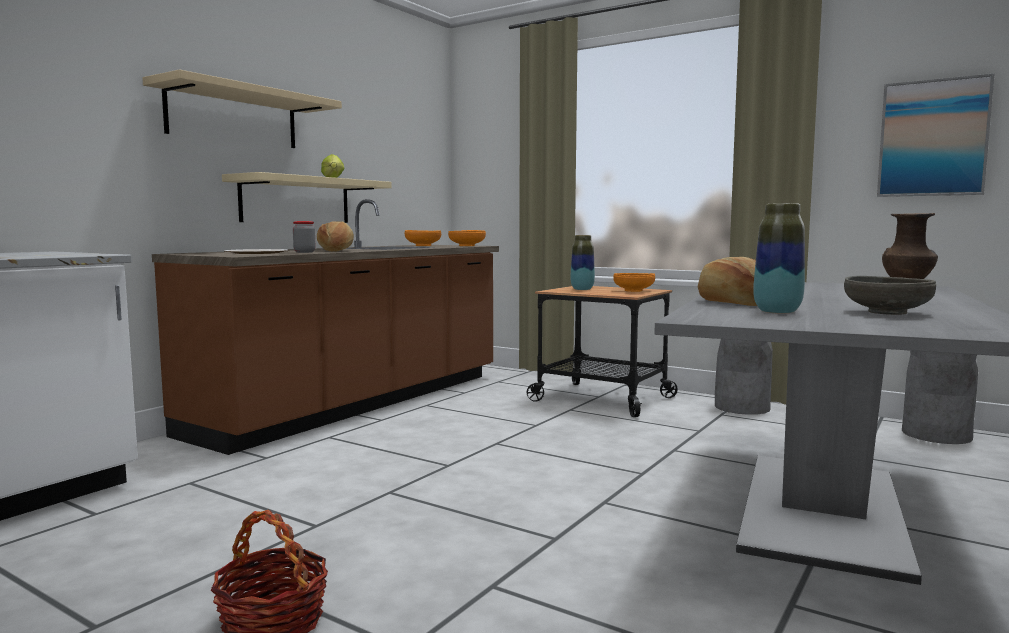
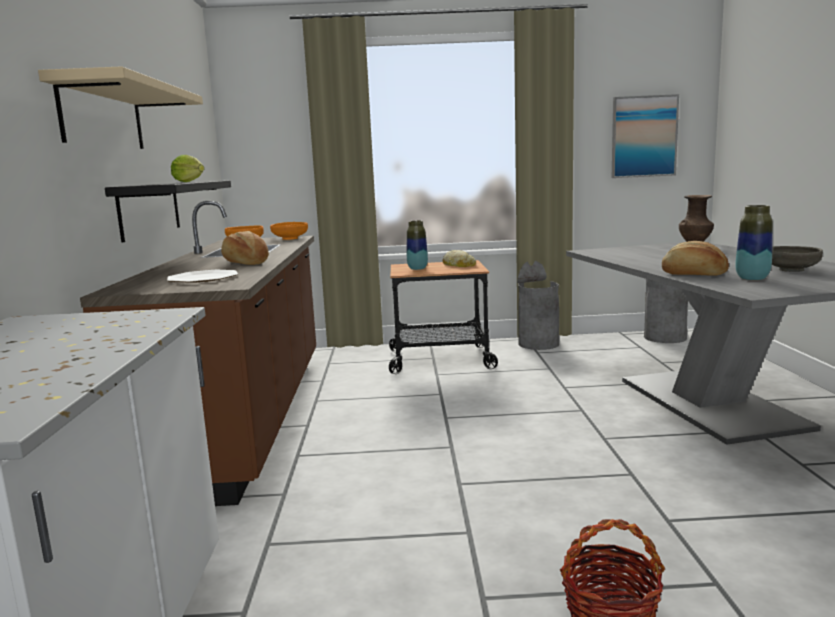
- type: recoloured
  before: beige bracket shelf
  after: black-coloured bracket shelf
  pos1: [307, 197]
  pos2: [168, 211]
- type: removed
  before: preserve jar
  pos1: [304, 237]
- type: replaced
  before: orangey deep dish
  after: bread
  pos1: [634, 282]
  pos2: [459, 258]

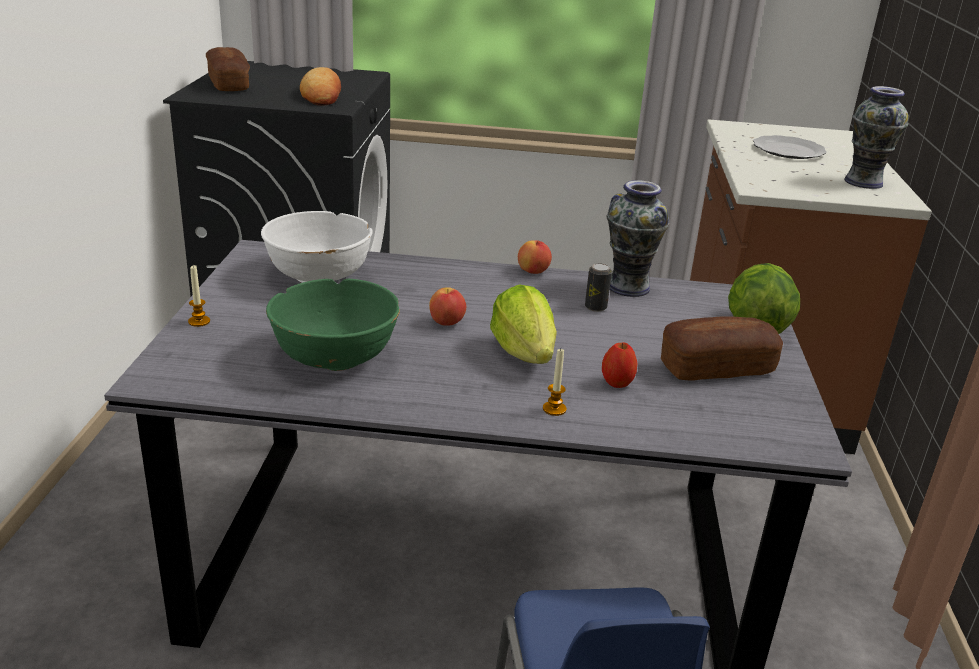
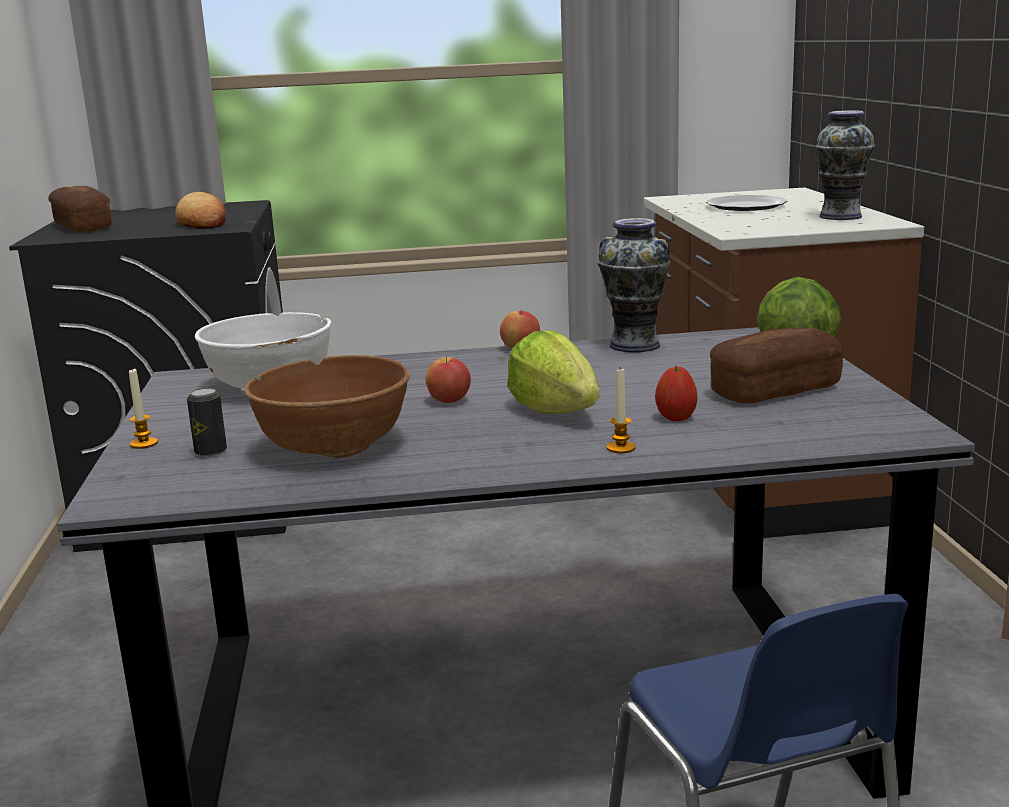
- type: recoloured
  before: green-coloured deep dish
  after: brownish deep dish
  pos1: [333, 325]
  pos2: [327, 406]
- type: moved
  before: sealed can
  pos1: [598, 287]
  pos2: [207, 422]

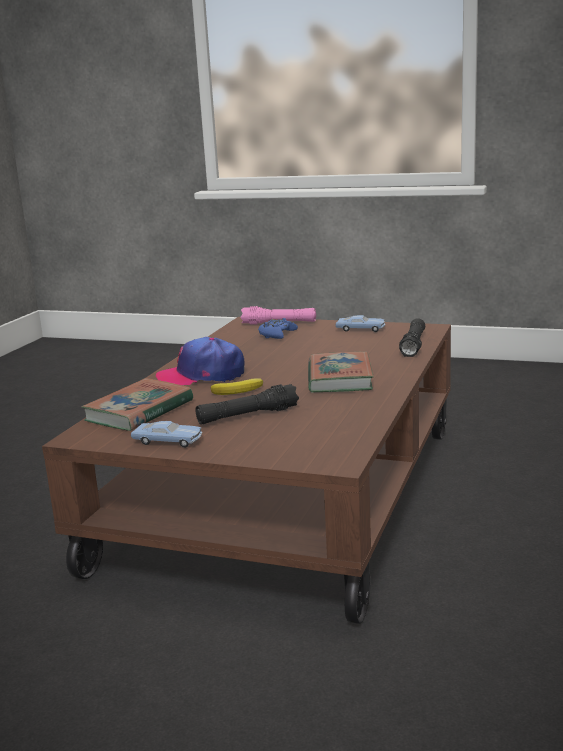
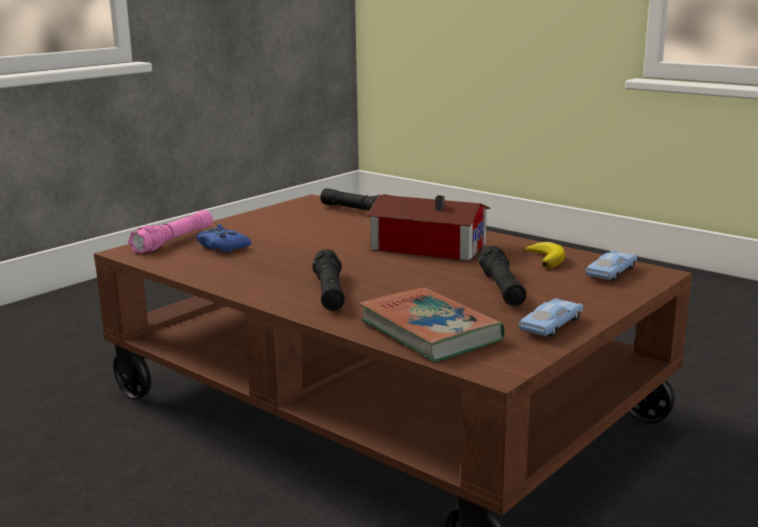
- type: replaced
  before: cap
  after: black-coloured torch
  pos1: [200, 361]
  pos2: [328, 280]
- type: moved
  before: banana
  pos1: [236, 386]
  pos2: [544, 255]
- type: replaced
  before: volume
  after: model house
  pos1: [341, 372]
  pos2: [428, 228]
- type: moved
  before: blue toy car
  pos1: [360, 323]
  pos2: [611, 266]

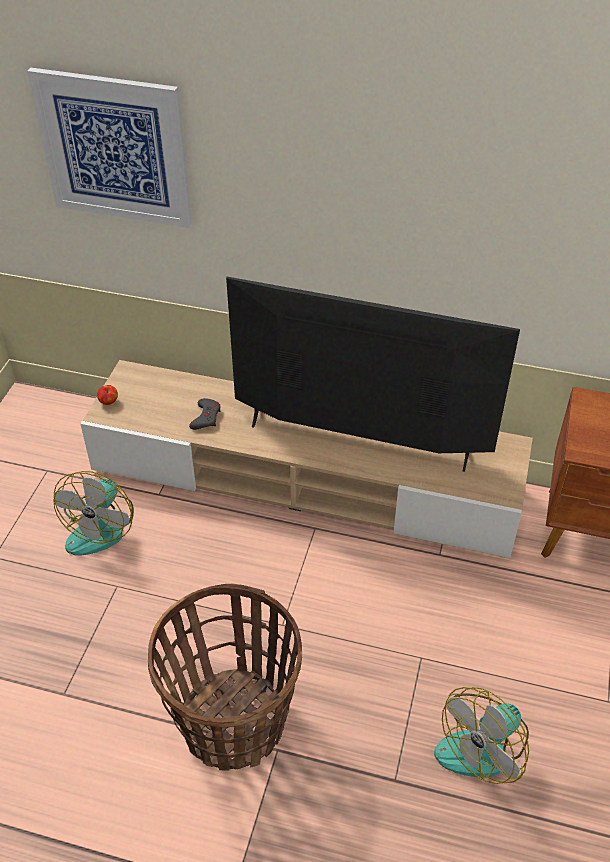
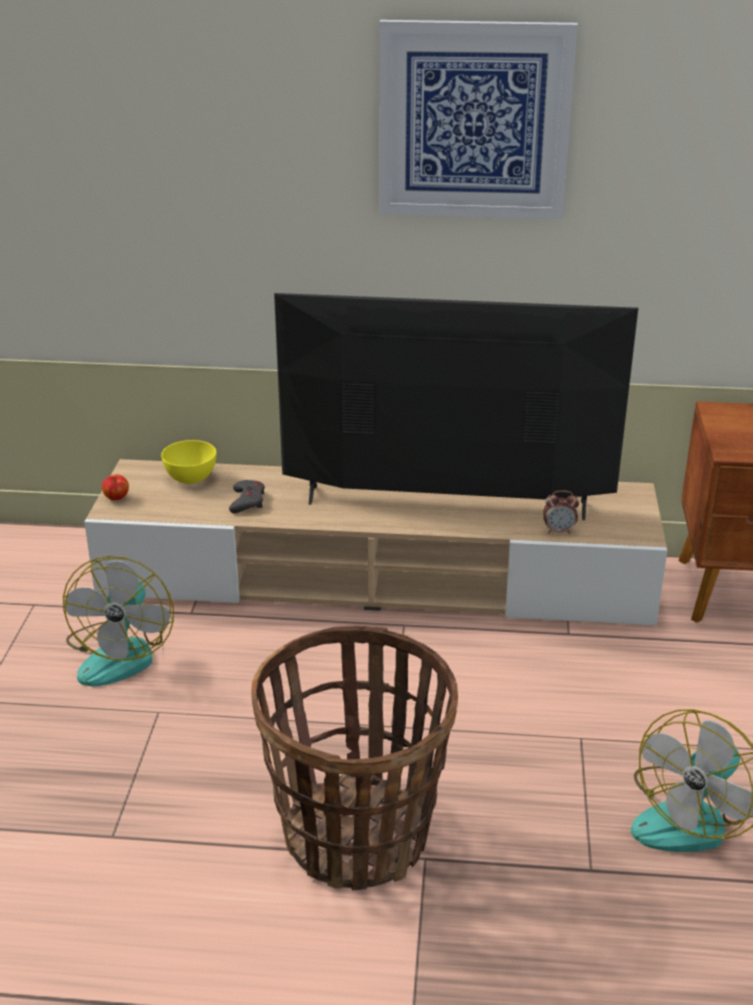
- type: moved
  before: picture
  pos1: [109, 148]
  pos2: [478, 119]
- type: added
  after: yellow-coloured deep dish
  pos2: [188, 462]
- type: added
  after: alarm clock
  pos2: [561, 512]

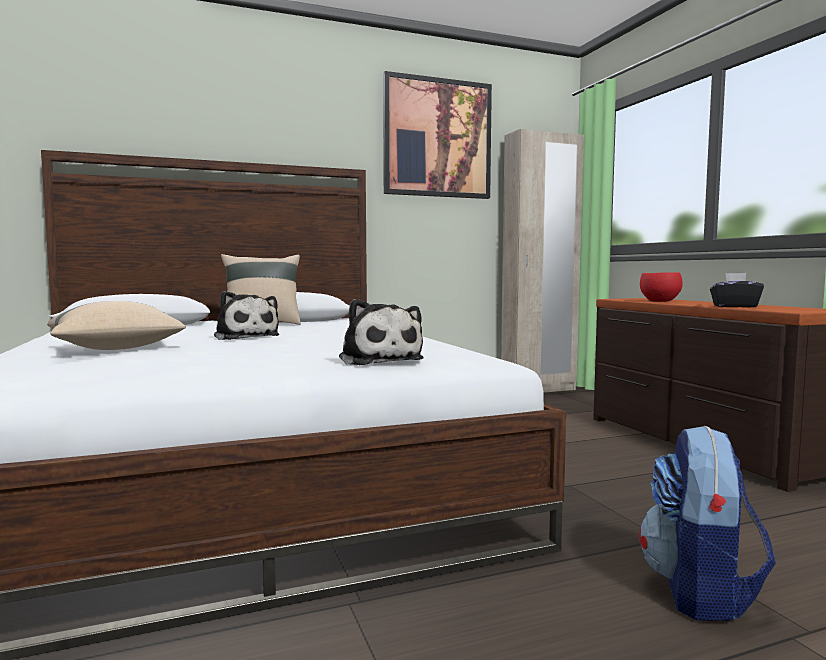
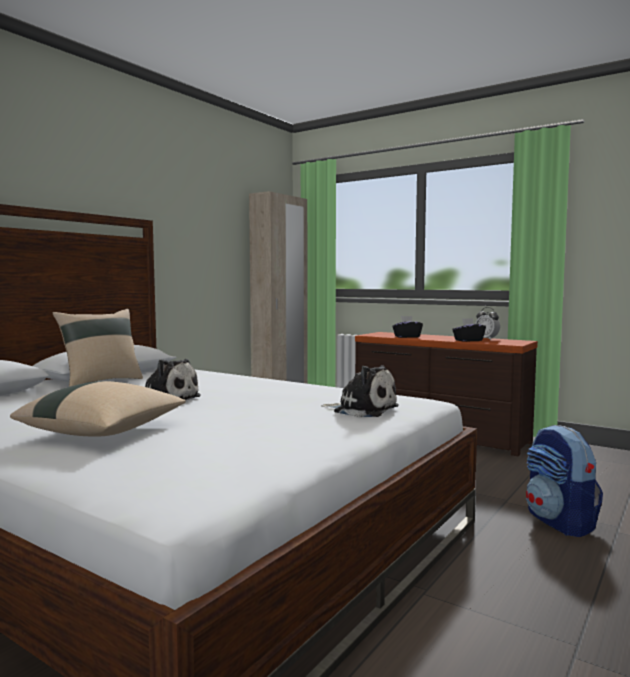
- type: removed
  before: picture
  pos1: [437, 135]
- type: replaced
  before: red deep dish
  after: black-coloured box of tissues
  pos1: [661, 287]
  pos2: [407, 327]
- type: added
  after: alarm clock
  pos2: [487, 323]

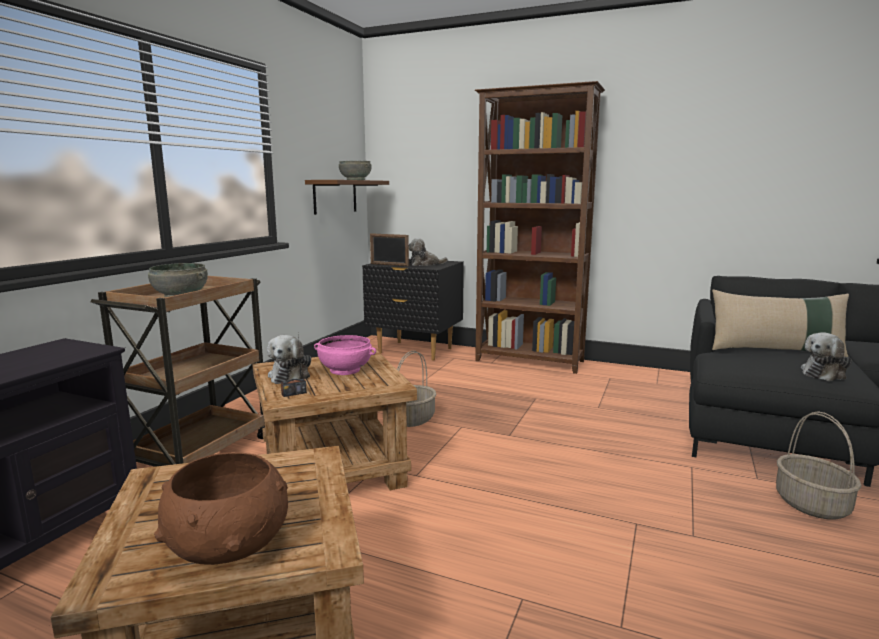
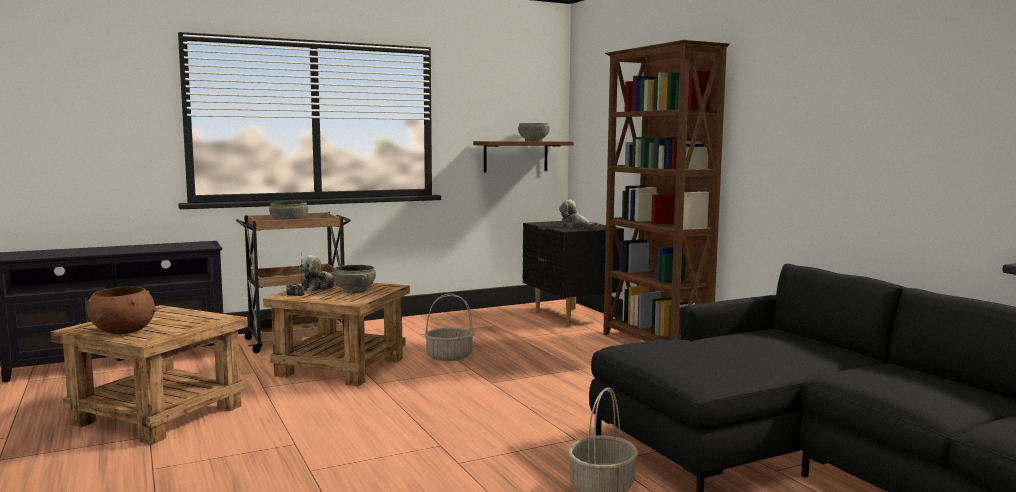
- type: recoloured
  before: pink-coloured deep dish
  after: gray deep dish
  pos1: [345, 355]
  pos2: [354, 279]
- type: removed
  before: picture frame
  pos1: [389, 249]
- type: removed
  before: beige pillow
  pos1: [780, 323]
- type: removed
  before: soft toy
  pos1: [826, 356]

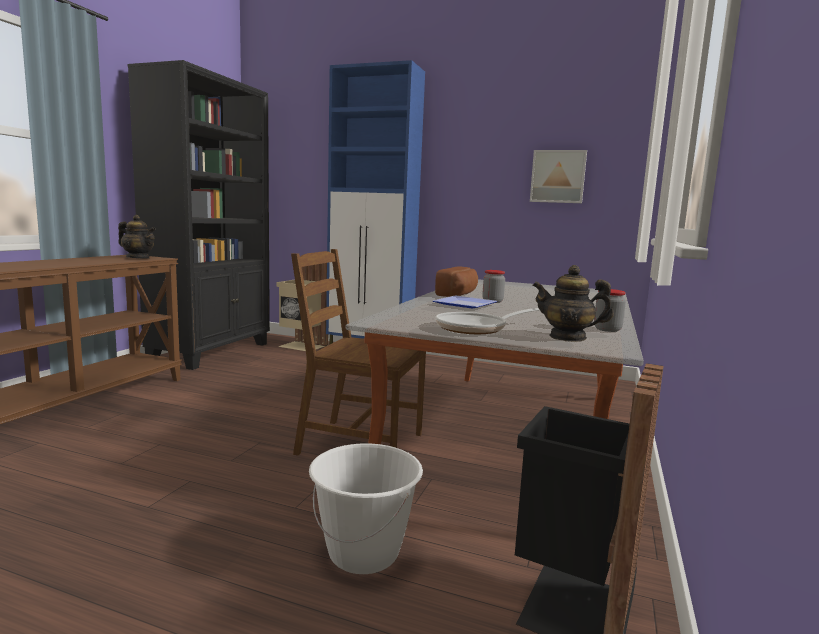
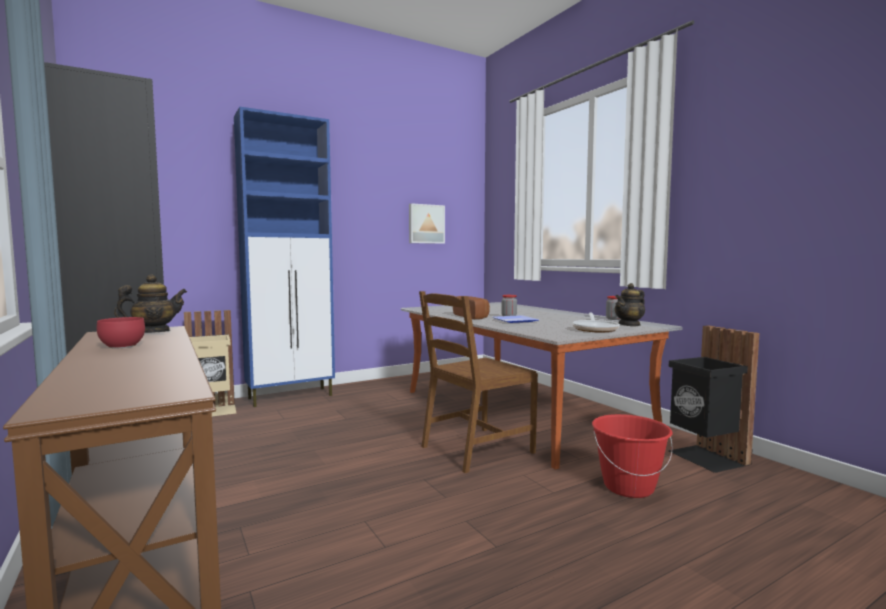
- type: recoloured
  before: whitish water bucket
  after: red water bucket
  pos1: [366, 509]
  pos2: [632, 456]
- type: added
  after: red deep dish
  pos2: [121, 332]

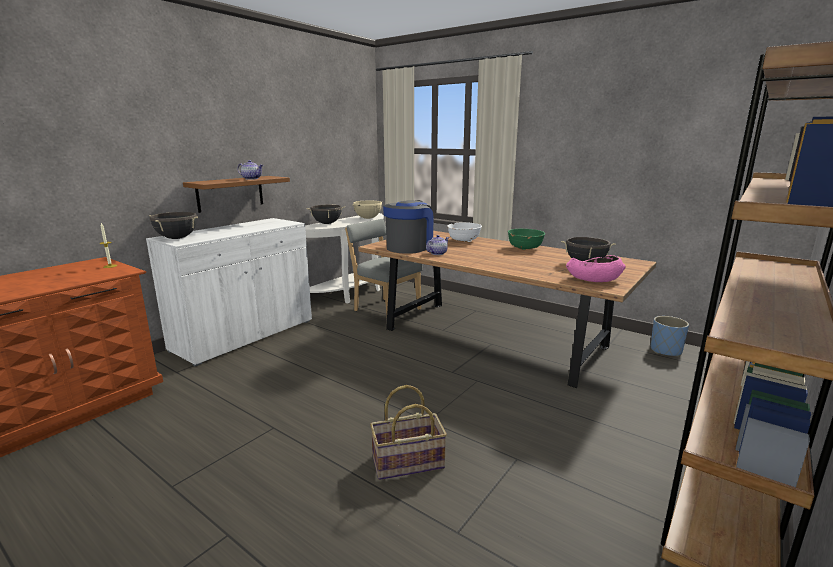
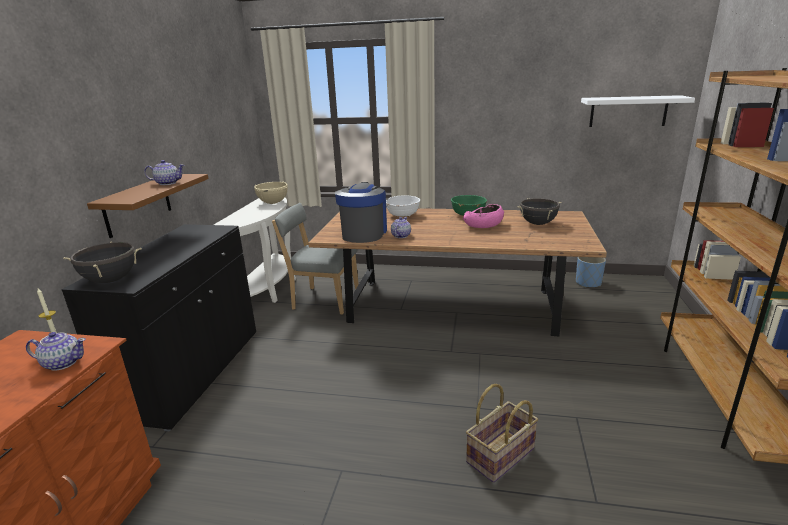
- type: recoloured
  before: whitish cupboard
  after: black-coloured cupboard
  pos1: [229, 292]
  pos2: [158, 328]
- type: removed
  before: black-coloured stockpot
  pos1: [326, 214]
- type: moved
  before: pink-coloured deep dish
  pos1: [596, 268]
  pos2: [483, 216]
- type: added
  after: tea pot
  pos2: [56, 351]
- type: added
  after: whitish bracket shelf
  pos2: [638, 111]

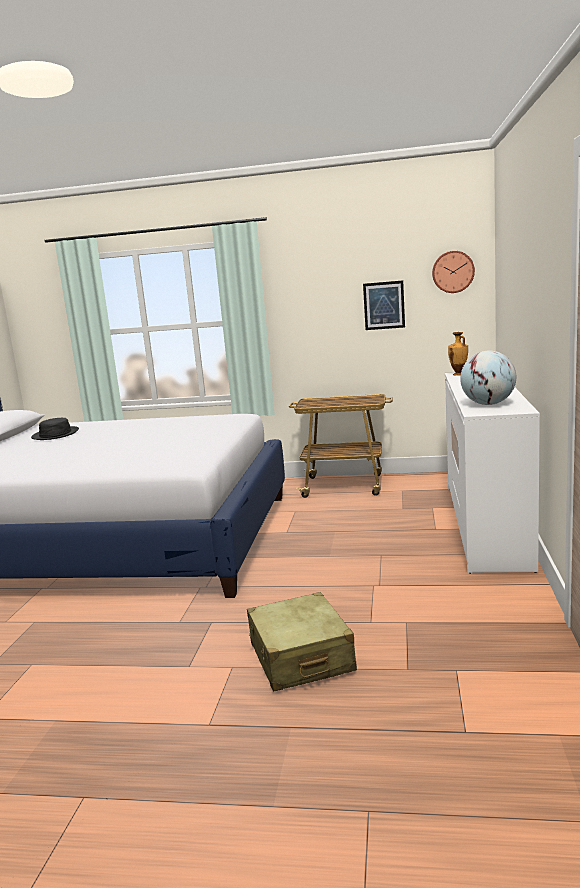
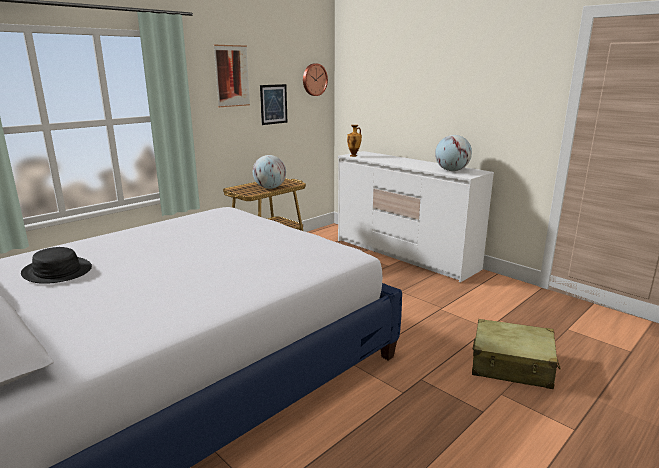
- type: added
  after: picture
  pos2: [231, 76]
- type: added
  after: world globe
  pos2: [269, 172]

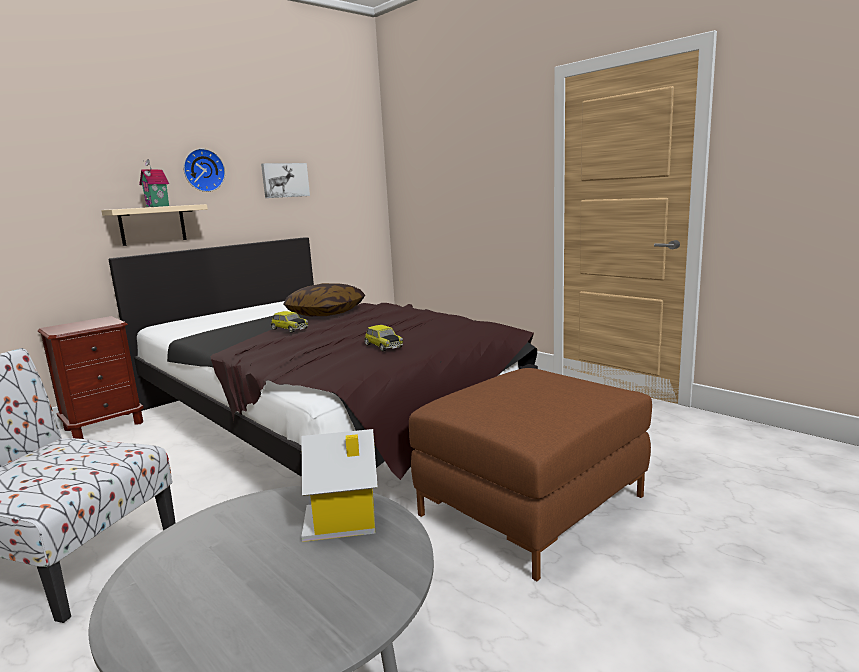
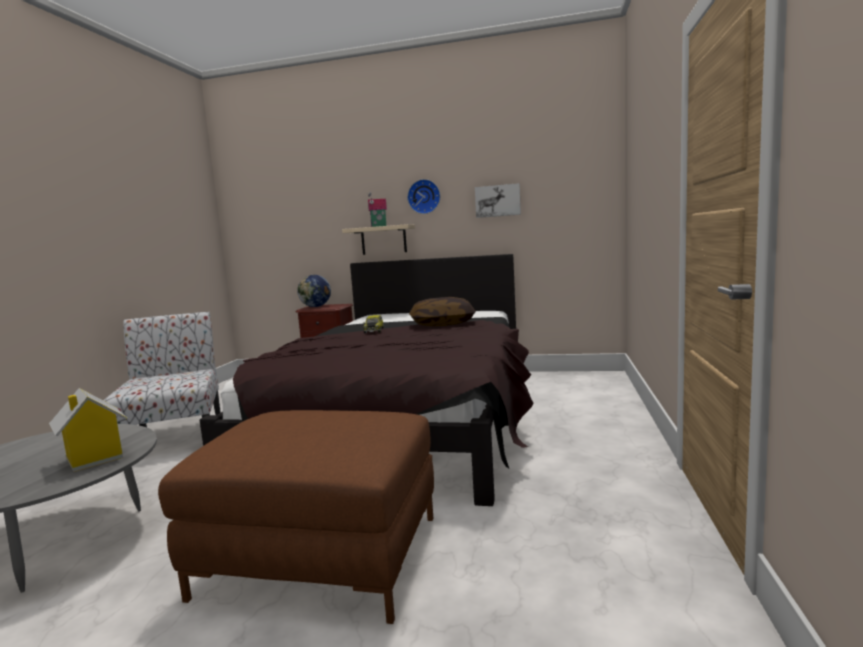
- type: removed
  before: toy car
  pos1: [383, 338]
- type: added
  after: world globe
  pos2: [314, 291]

